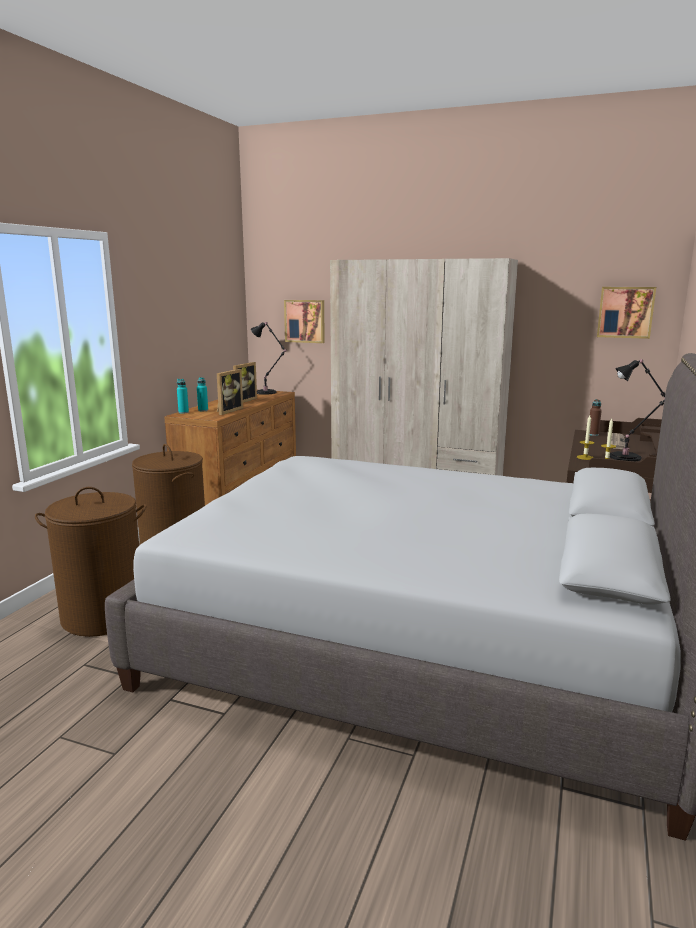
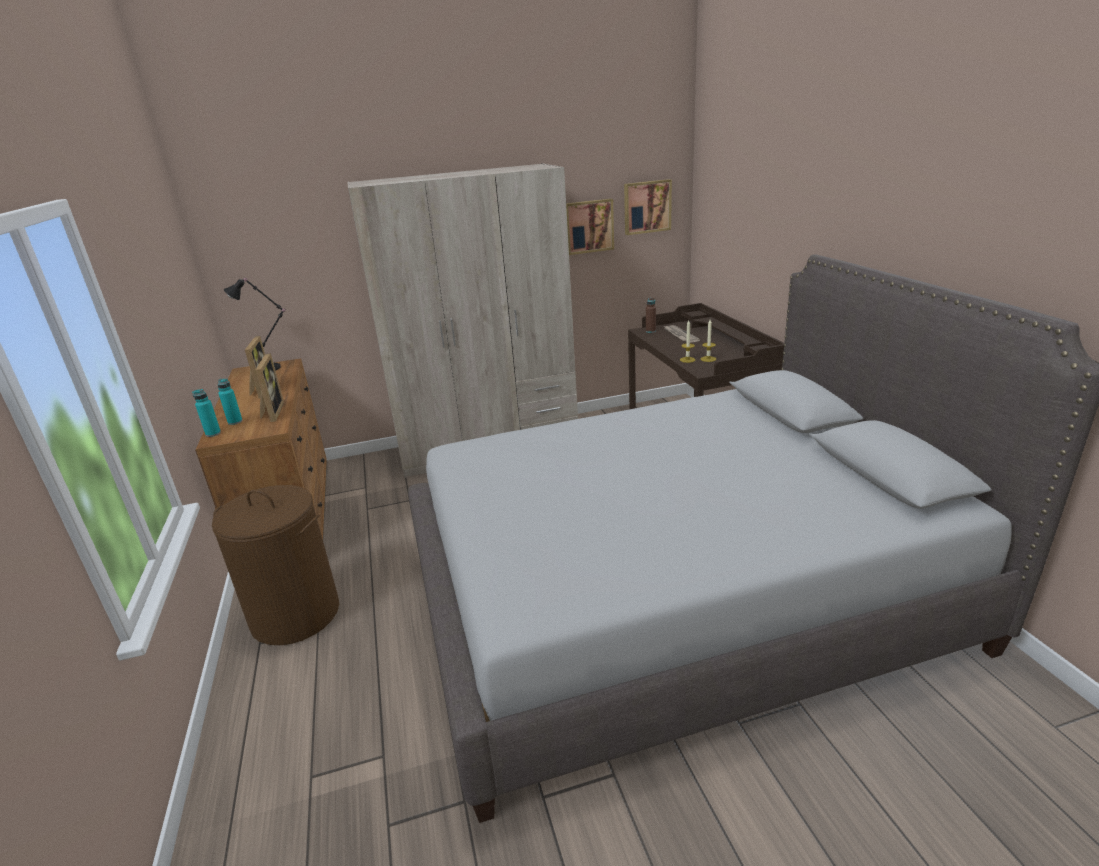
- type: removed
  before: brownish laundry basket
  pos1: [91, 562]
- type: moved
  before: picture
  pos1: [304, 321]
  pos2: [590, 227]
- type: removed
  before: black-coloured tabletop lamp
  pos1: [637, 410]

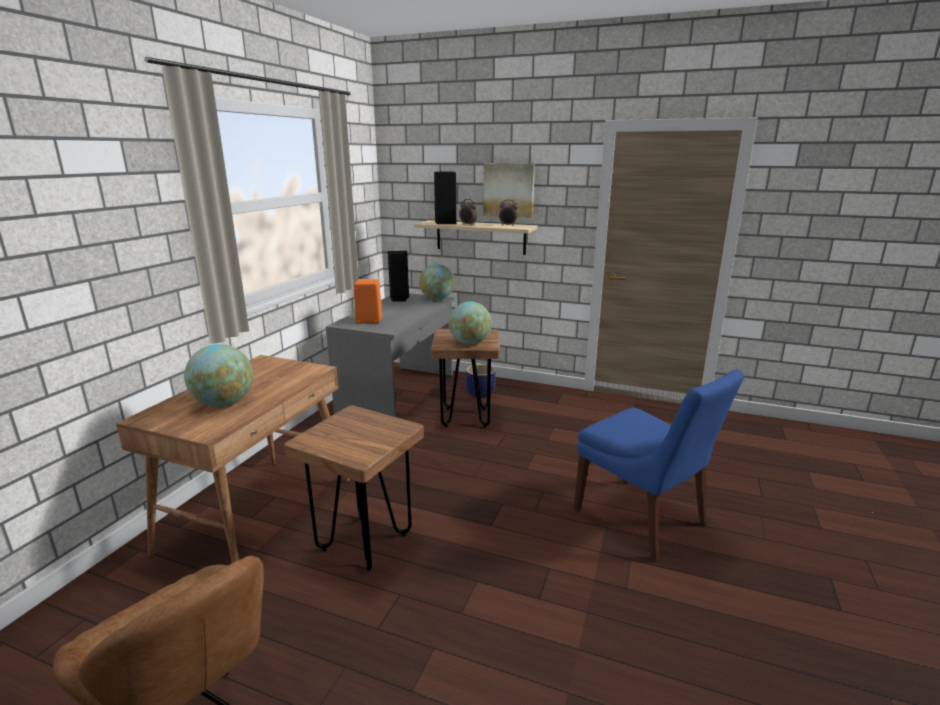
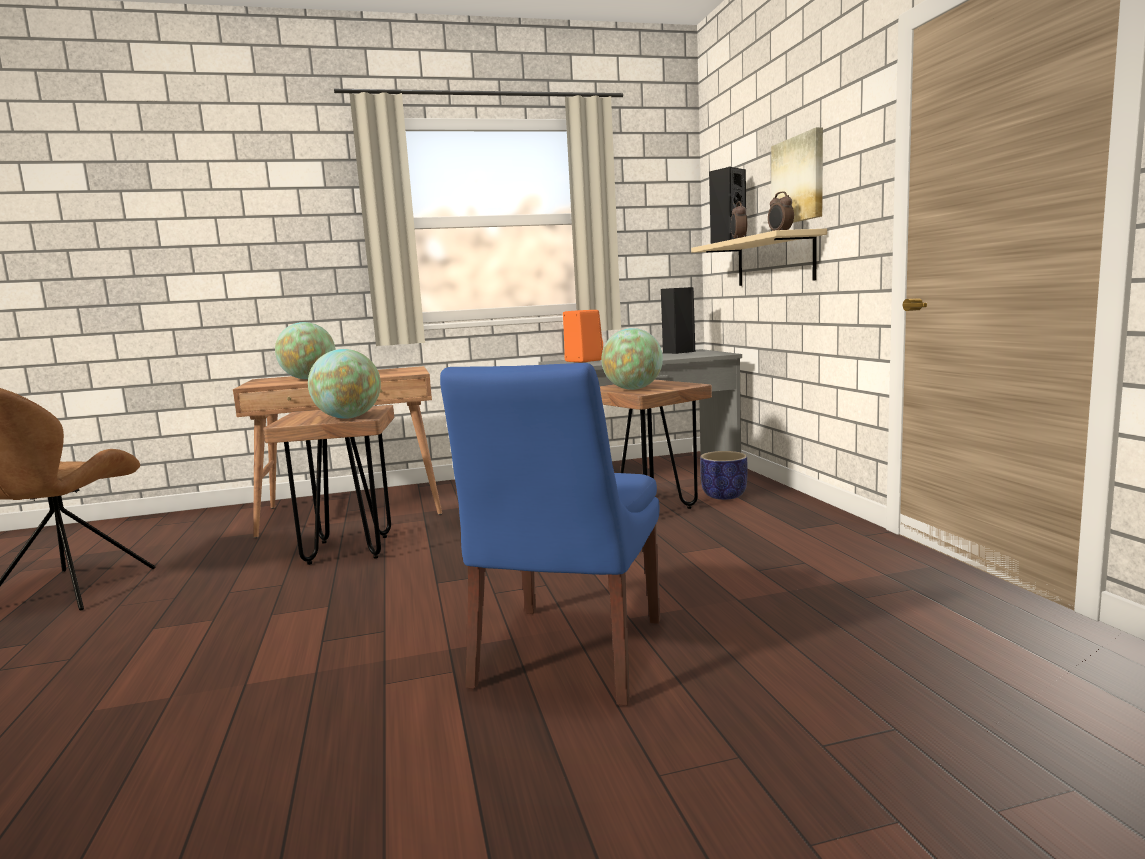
- type: moved
  before: world globe
  pos1: [437, 282]
  pos2: [344, 384]

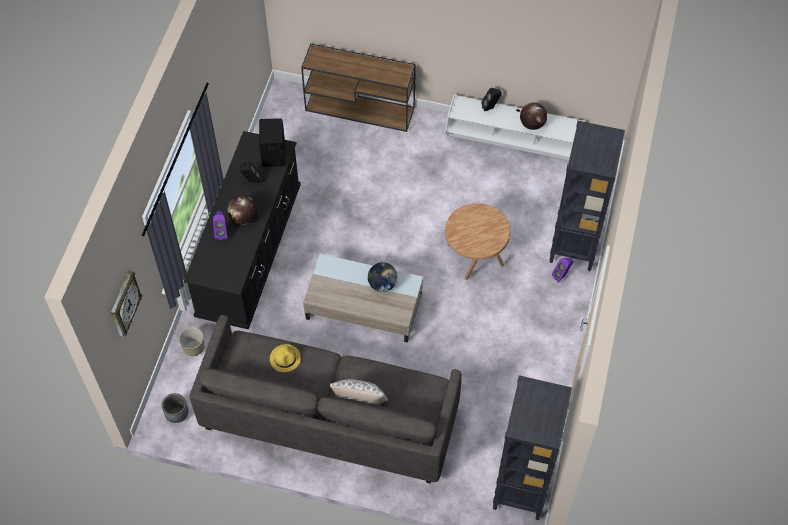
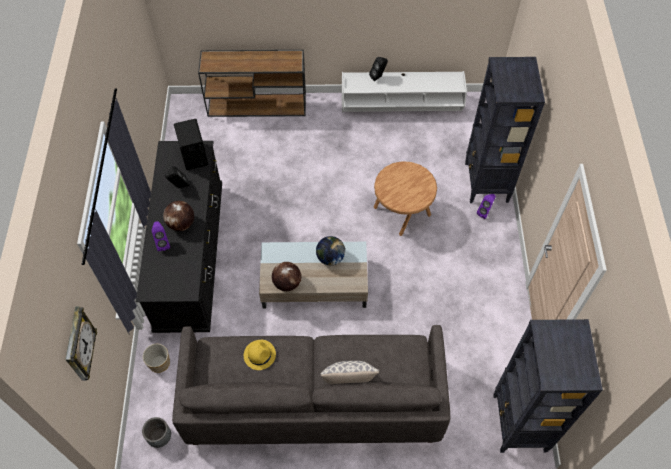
- type: moved
  before: world globe
  pos1: [533, 116]
  pos2: [286, 276]

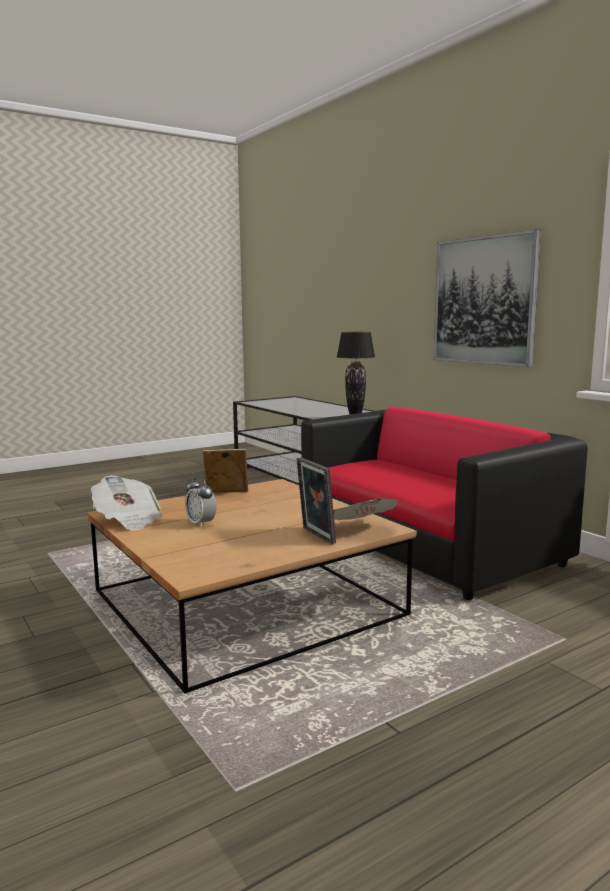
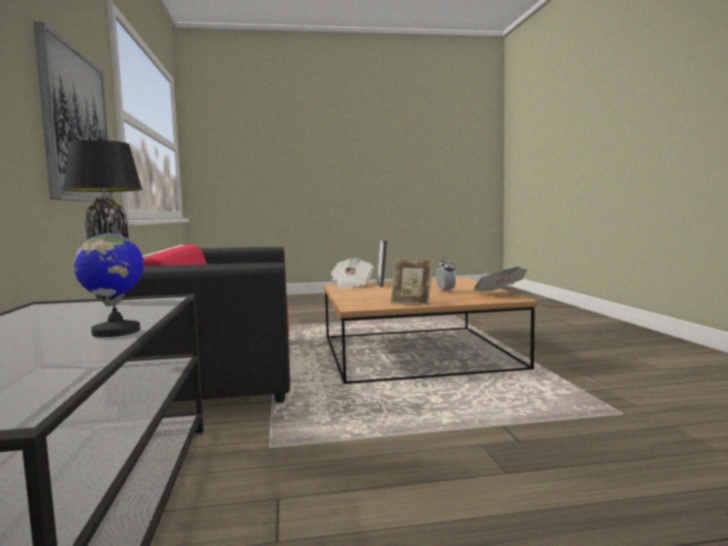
- type: added
  after: world globe
  pos2: [109, 281]

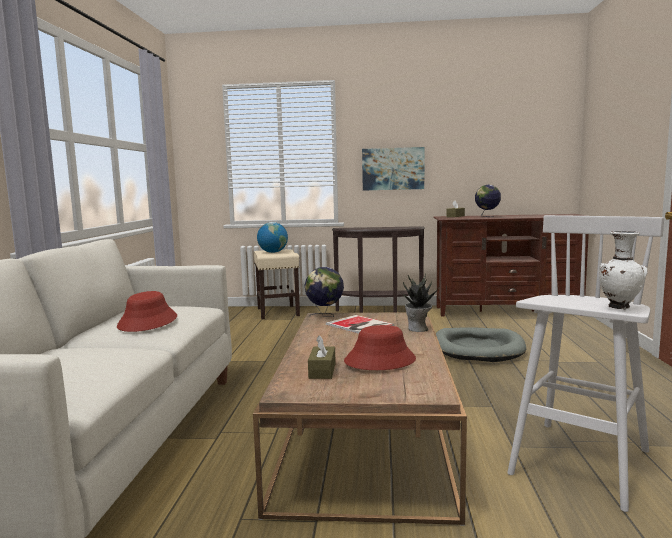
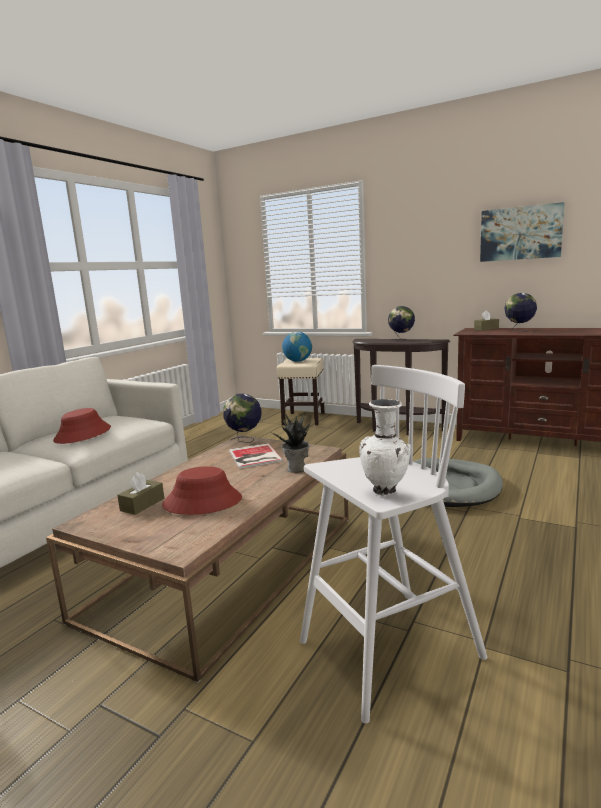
- type: moved
  before: picture
  pos1: [393, 169]
  pos2: [522, 232]
- type: added
  after: world globe
  pos2: [401, 323]

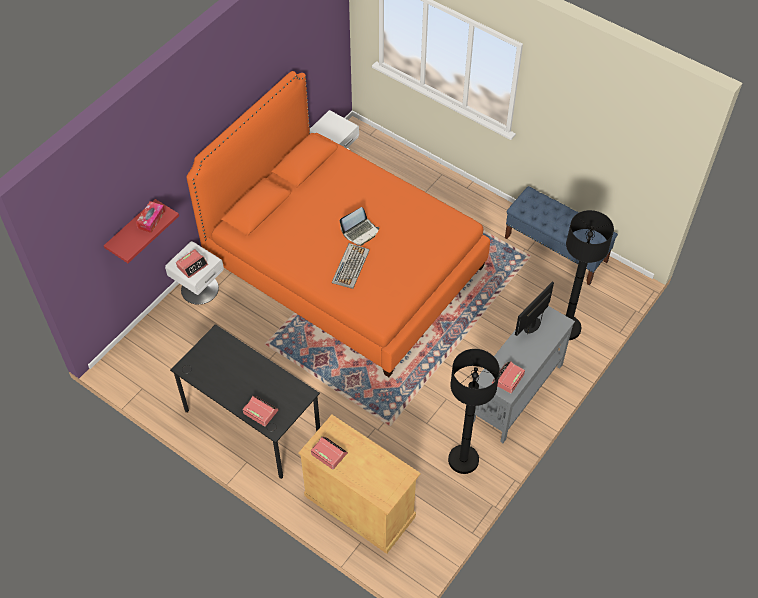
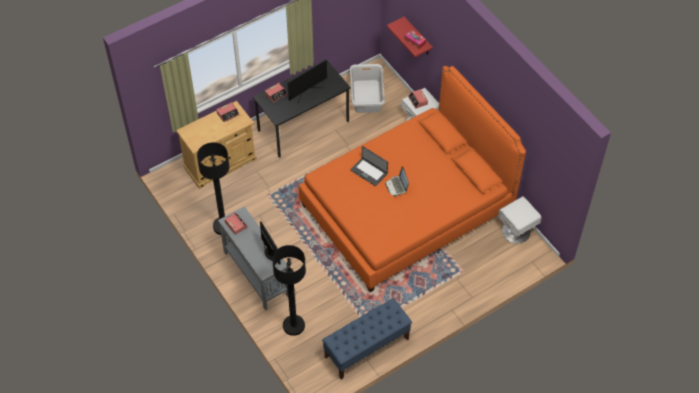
- type: replaced
  before: keyboard
  after: portable computer
  pos1: [350, 266]
  pos2: [369, 166]
- type: added
  after: computer display
  pos2: [307, 81]
- type: added
  after: gray laundry basket
  pos2: [367, 88]

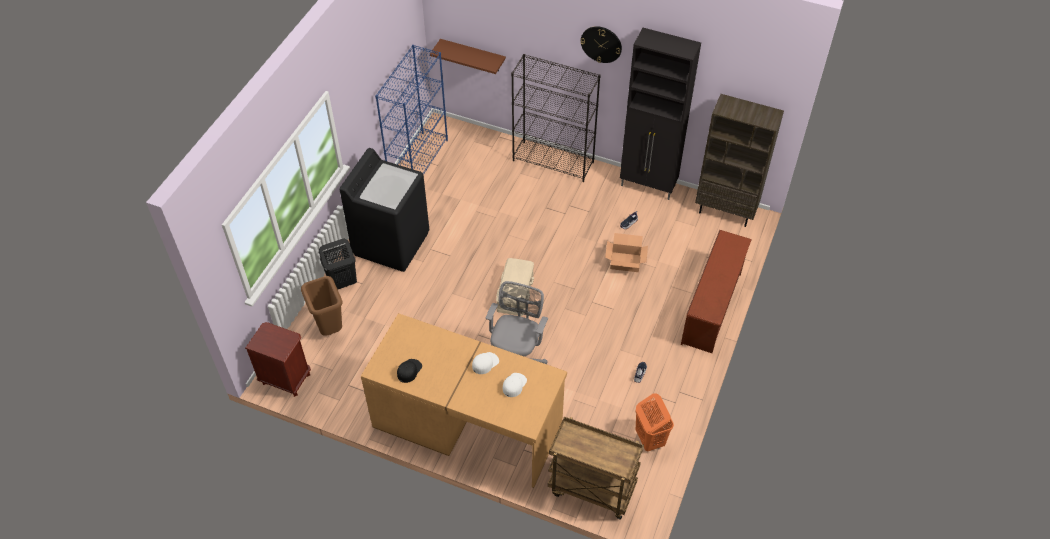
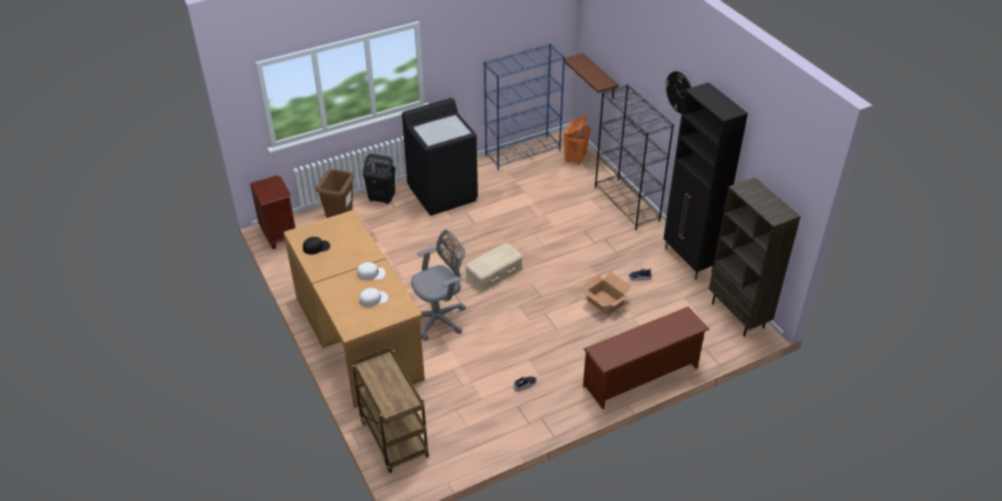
- type: moved
  before: orangey laundry basket
  pos1: [655, 422]
  pos2: [577, 140]

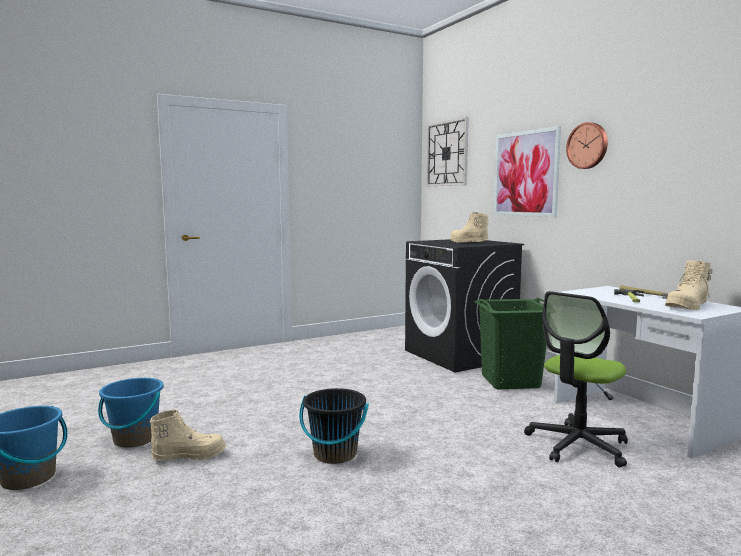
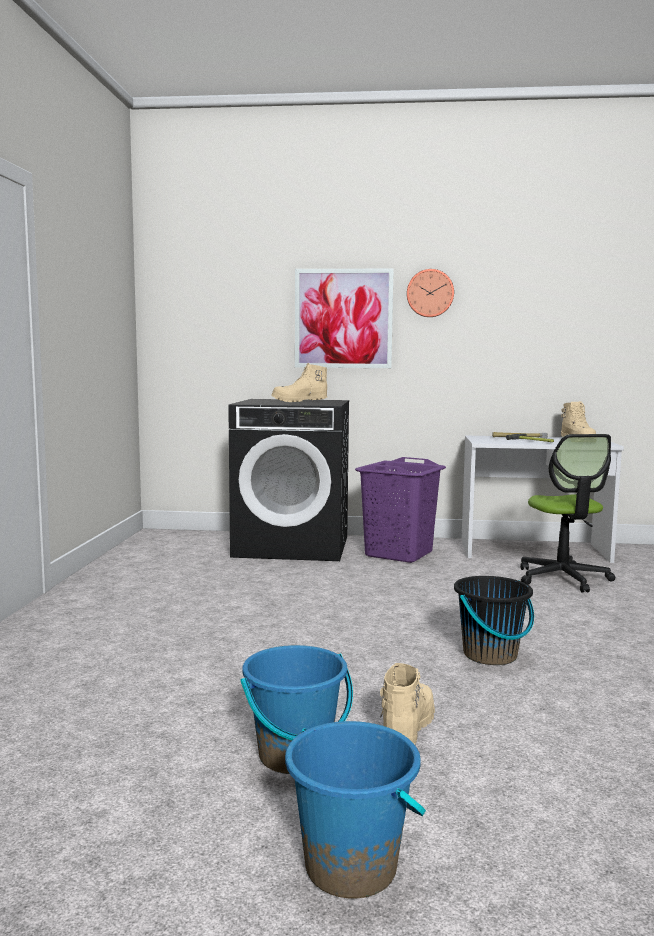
- type: removed
  before: wall clock
  pos1: [447, 151]
- type: recoloured
  before: green-coloured laundry basket
  after: purple laundry basket
  pos1: [511, 344]
  pos2: [400, 510]

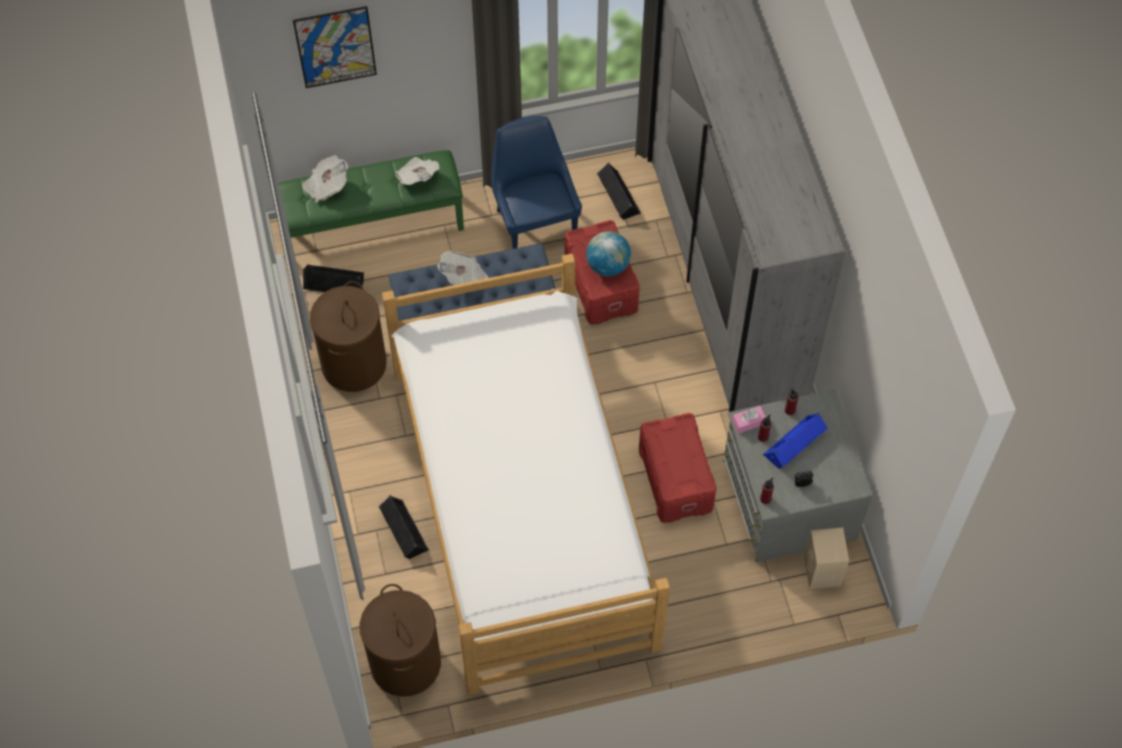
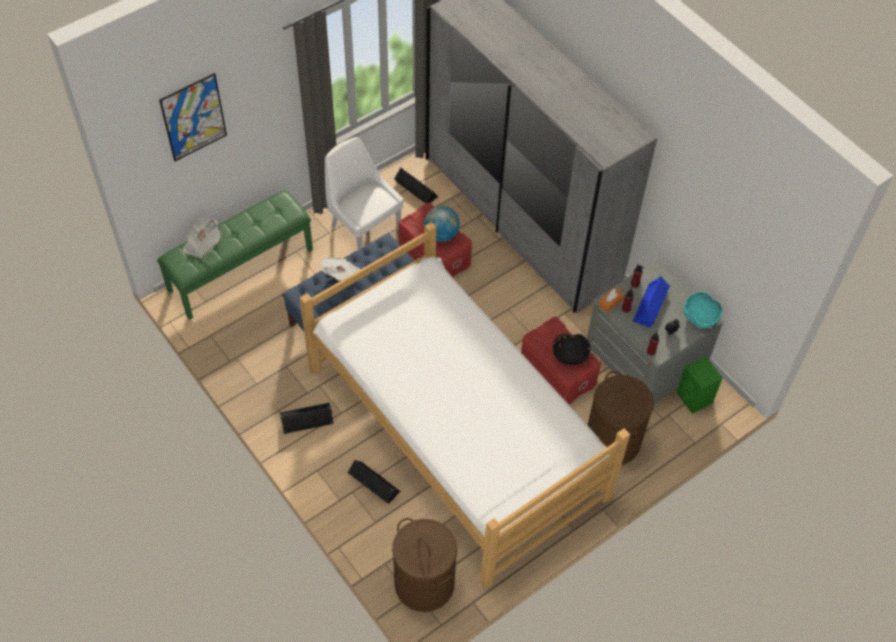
- type: moved
  before: black-coloured speaker
  pos1: [333, 278]
  pos2: [307, 418]
- type: moved
  before: brownish laundry basket
  pos1: [348, 336]
  pos2: [621, 418]
- type: removed
  before: daily paper
  pos1: [417, 171]
- type: recoloured
  before: blue chair
  after: whitish chair
  pos1: [536, 182]
  pos2: [364, 193]
- type: recoloured
  before: pink-coloured box of tissues
  after: orangey box of tissues
  pos1: [749, 420]
  pos2: [611, 300]
- type: recoloured
  before: beige speaker
  after: green-coloured speaker
  pos1: [826, 558]
  pos2: [699, 385]
- type: added
  after: black-coloured deep dish
  pos2: [571, 349]
- type: added
  after: blue-green deep dish
  pos2: [703, 310]

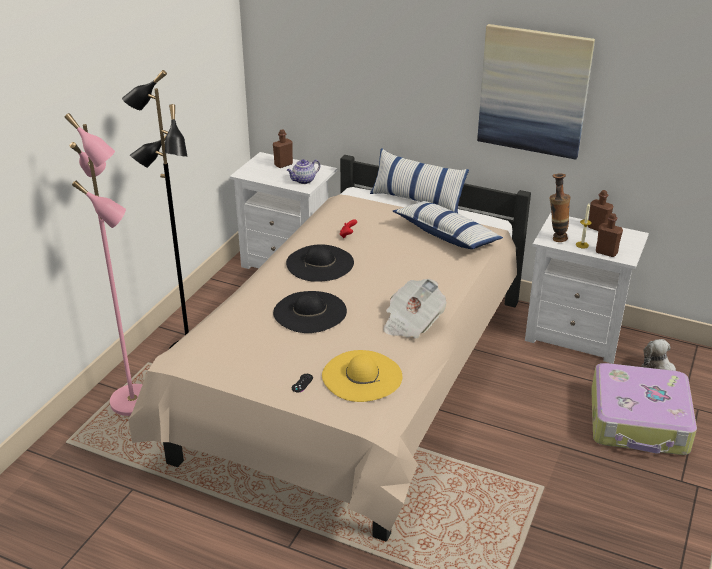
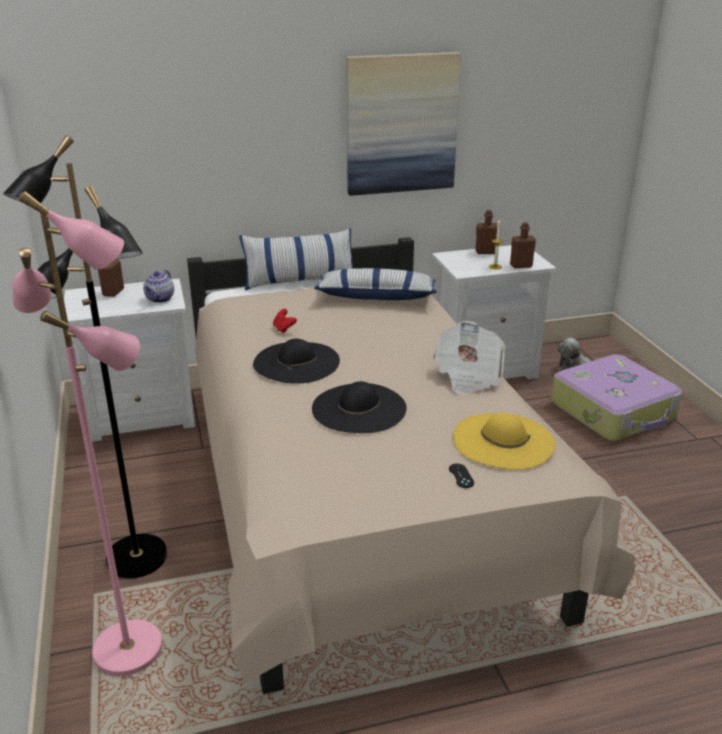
- type: removed
  before: vase
  pos1: [559, 207]

